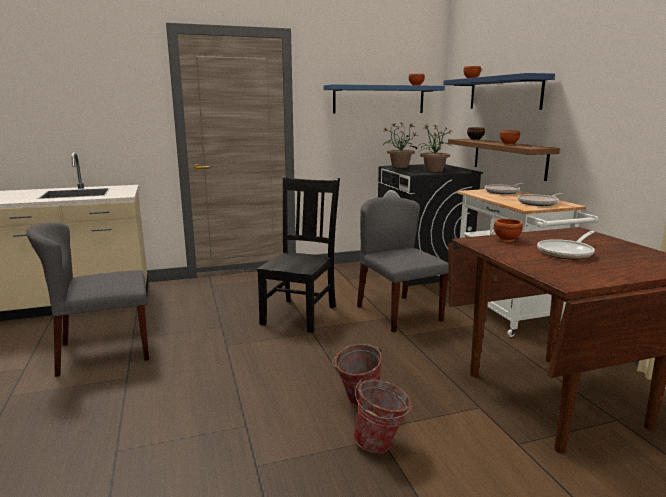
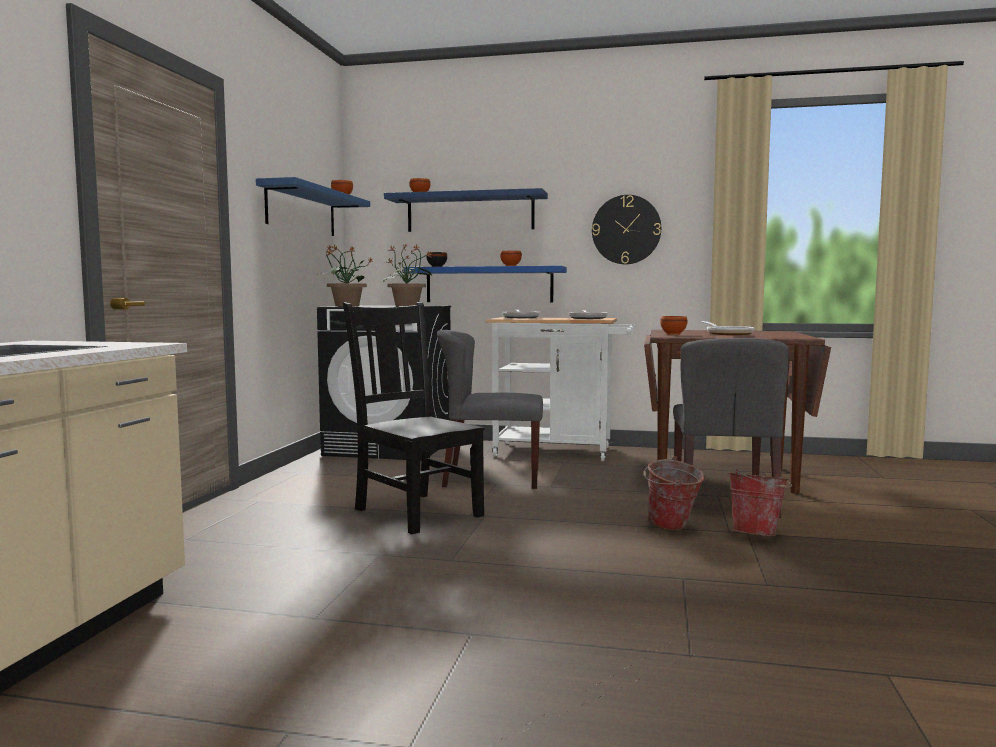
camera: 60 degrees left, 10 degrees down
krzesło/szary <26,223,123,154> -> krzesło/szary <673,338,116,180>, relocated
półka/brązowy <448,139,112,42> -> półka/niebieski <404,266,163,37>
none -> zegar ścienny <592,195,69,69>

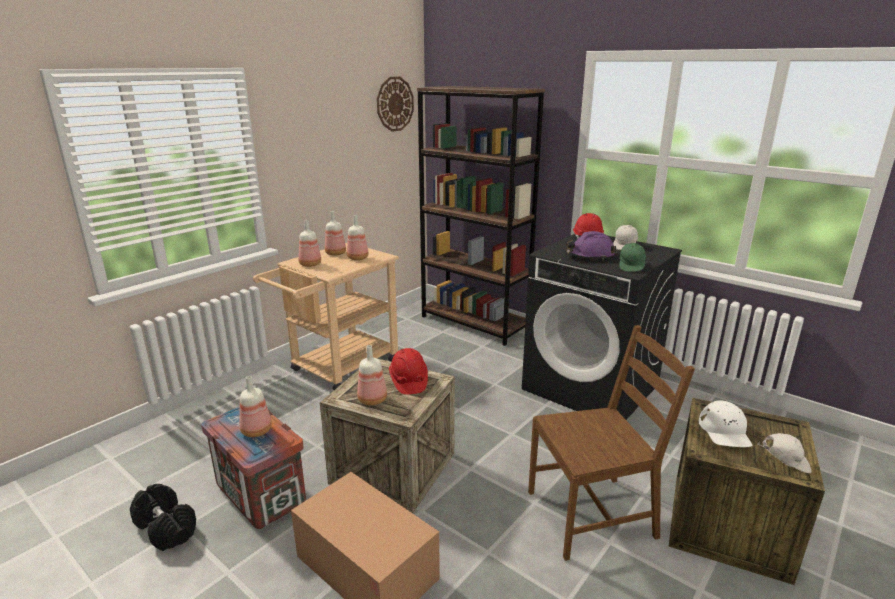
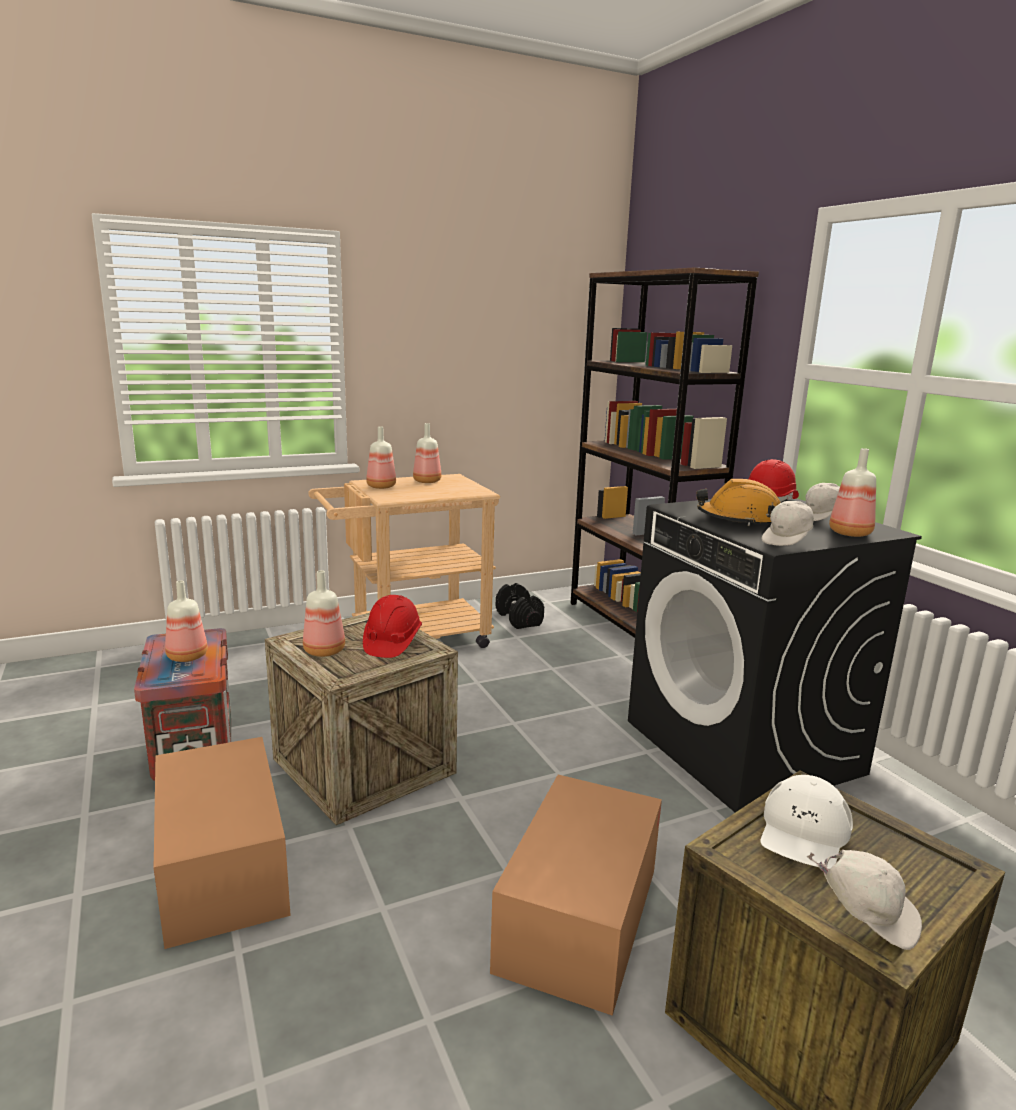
camera: 25 degrees right, 5 degrees down
hantel/czarny <130,484,66,67> -> hantel/czarny <496,583,48,46>, relocated
butelka <347,215,22,45> -> butelka <829,448,47,89>, relocated
zegar ścienny <377,77,37,55> -> none
krzesło/brązowy <528,325,167,236> -> karton <490,775,172,241>
kask/fioletowy <566,231,50,29> -> kask/pomarańczowy <696,479,85,47>
czapka z daszkiem/zielony <619,242,27,30> -> czapka z daszkiem/biały <762,501,52,45>

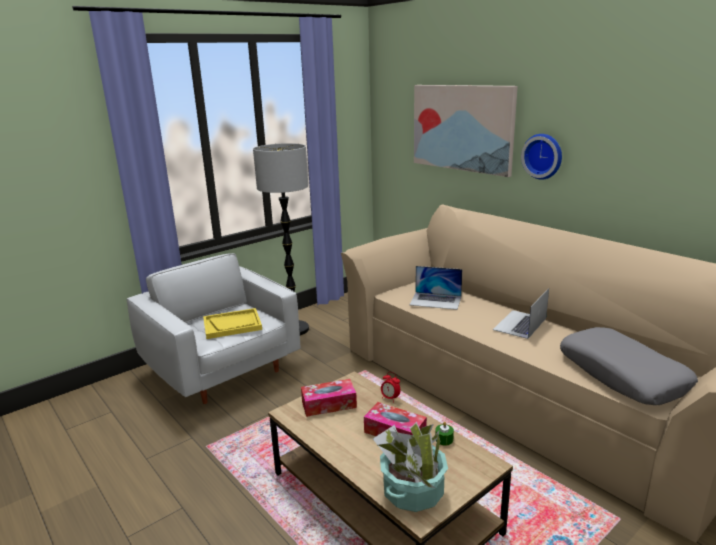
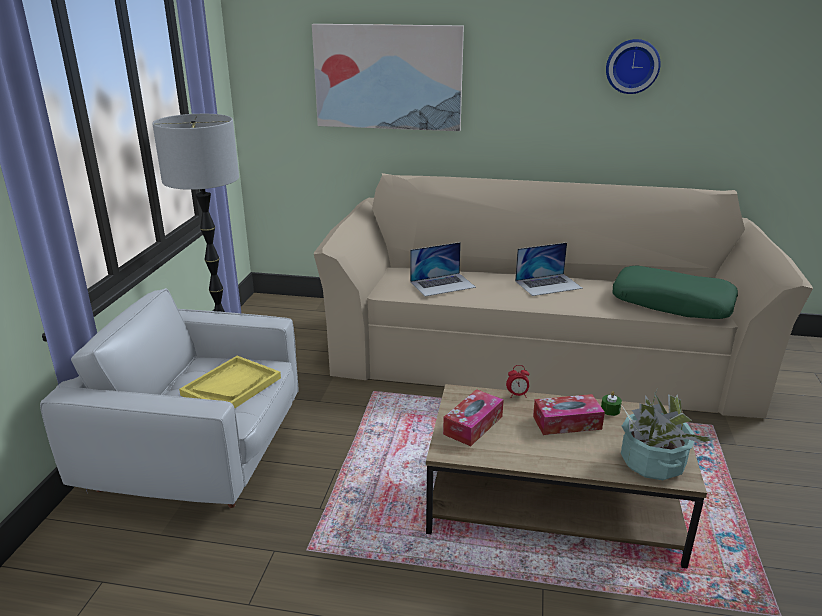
camera: 40 degrees left, 5 degrees up
laptop <493,288,56,51> -> laptop <515,242,68,54>, 105 degrees counterclockwise
zegar ścienny <521,134,41,46> -> zegar ścienny <606,39,55,55>, relocated
poduszka/szary <560,327,138,78> -> poduszka/zielony <612,266,126,53>

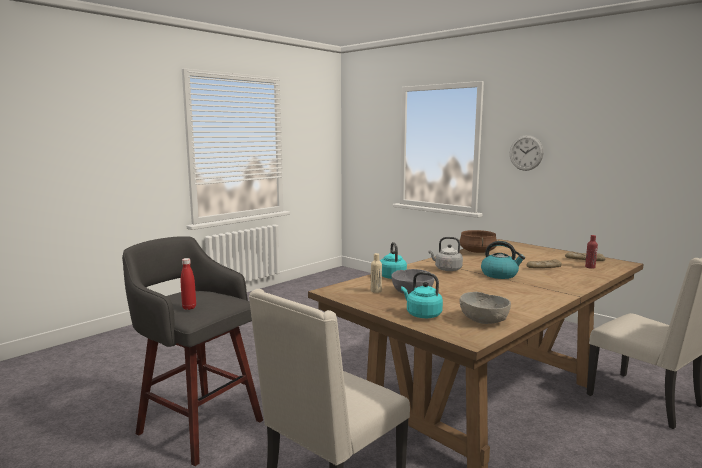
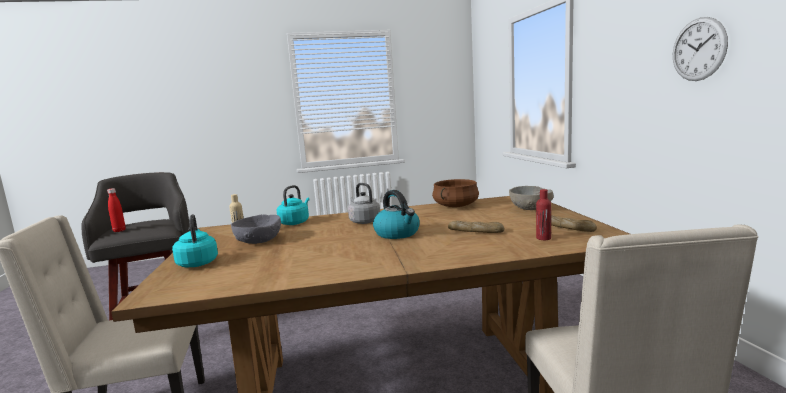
camera: 35 degrees right, 0 degrees up
miska/szary <460,292,51,32> -> miska/szary <509,186,44,24>, relocated
zegar ścienny <510,135,34,36> -> zegar ścienny <673,17,55,64>, relocated

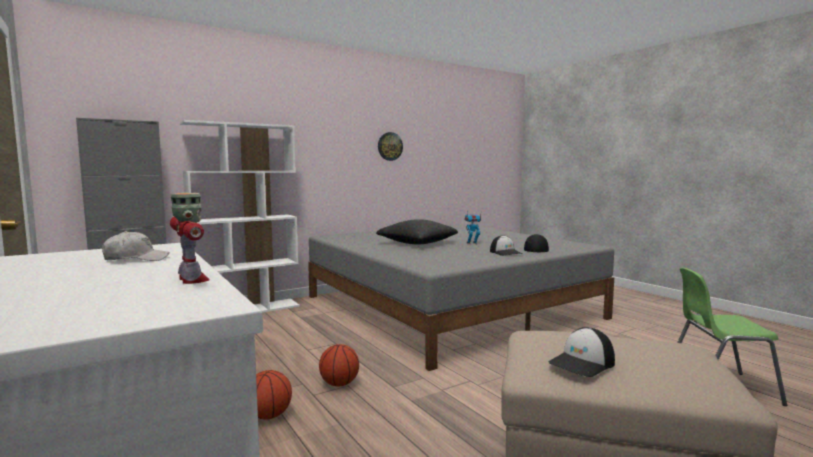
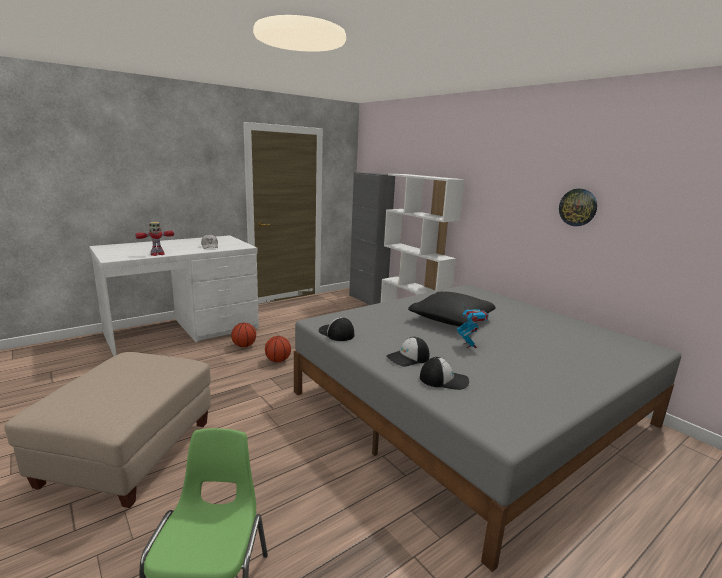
camera: 85 degrees right, 10 degrees up
czapka z daszkiem <548,327,67,50> -> czapka z daszkiem <318,317,36,24>, relocated

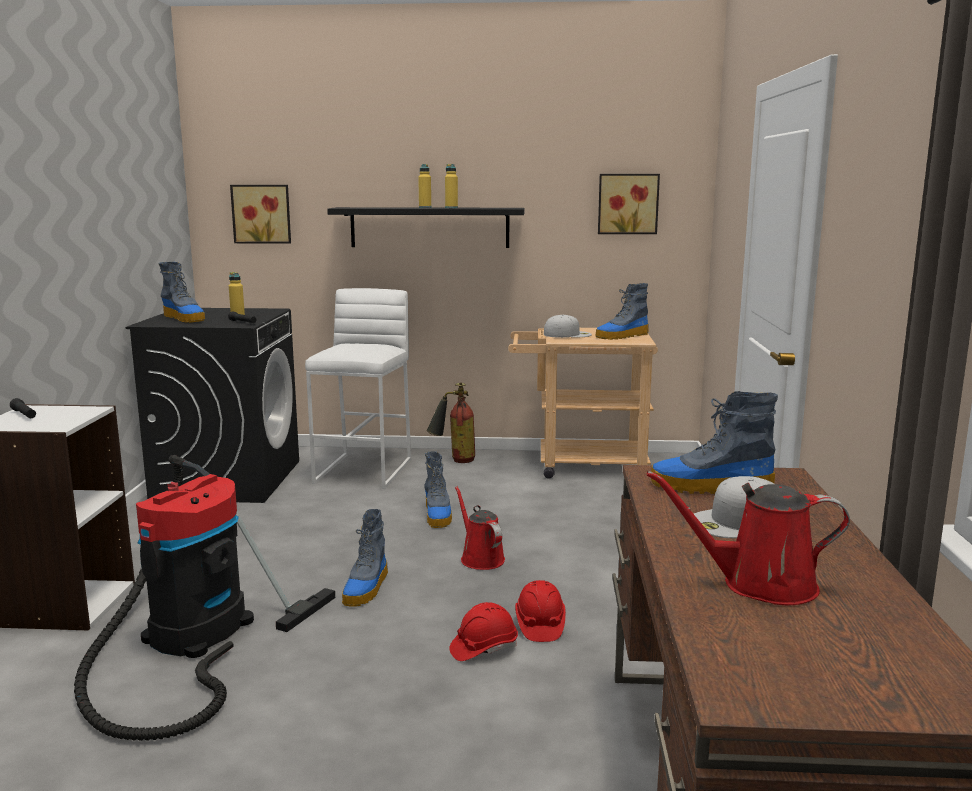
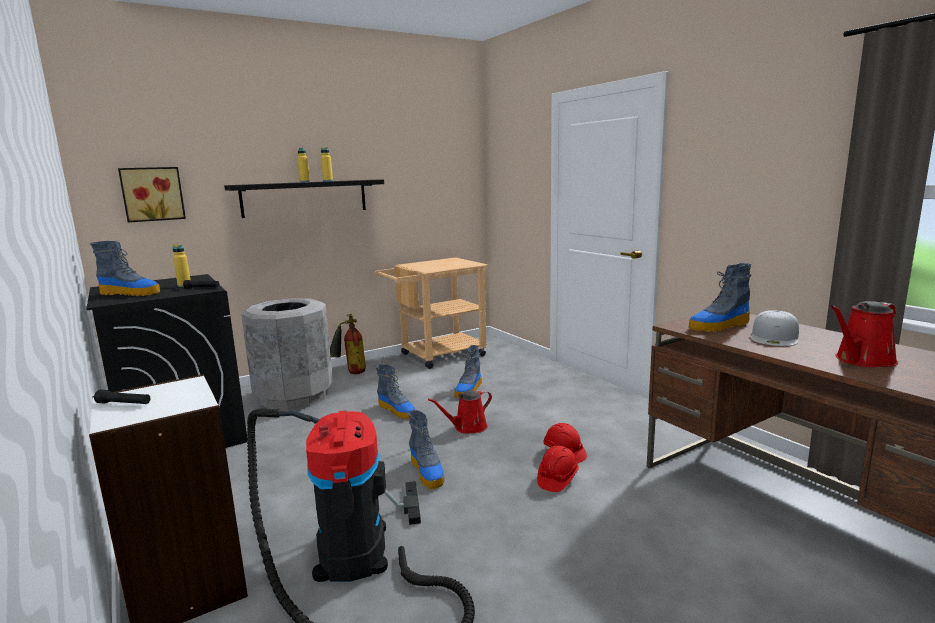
camera: 35 degrees left, 0 degrees up
stołek/biały <305,288,106,201> -> kosz na śmieci/szary <241,298,92,112>
konewka/czerwony <455,486,50,84> -> konewka/czerwony <428,390,64,44>, 60 degrees counterclockwise
czapka z daszkiem/biały <544,315,48,23> -> none
but z cholewką <596,283,52,57> -> but z cholewką <454,345,28,53>, relocated
obraz <598,174,62,60> -> none

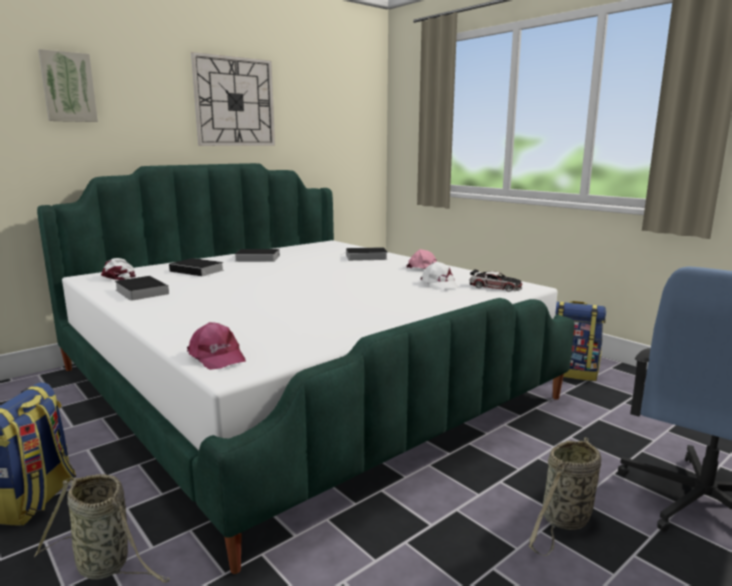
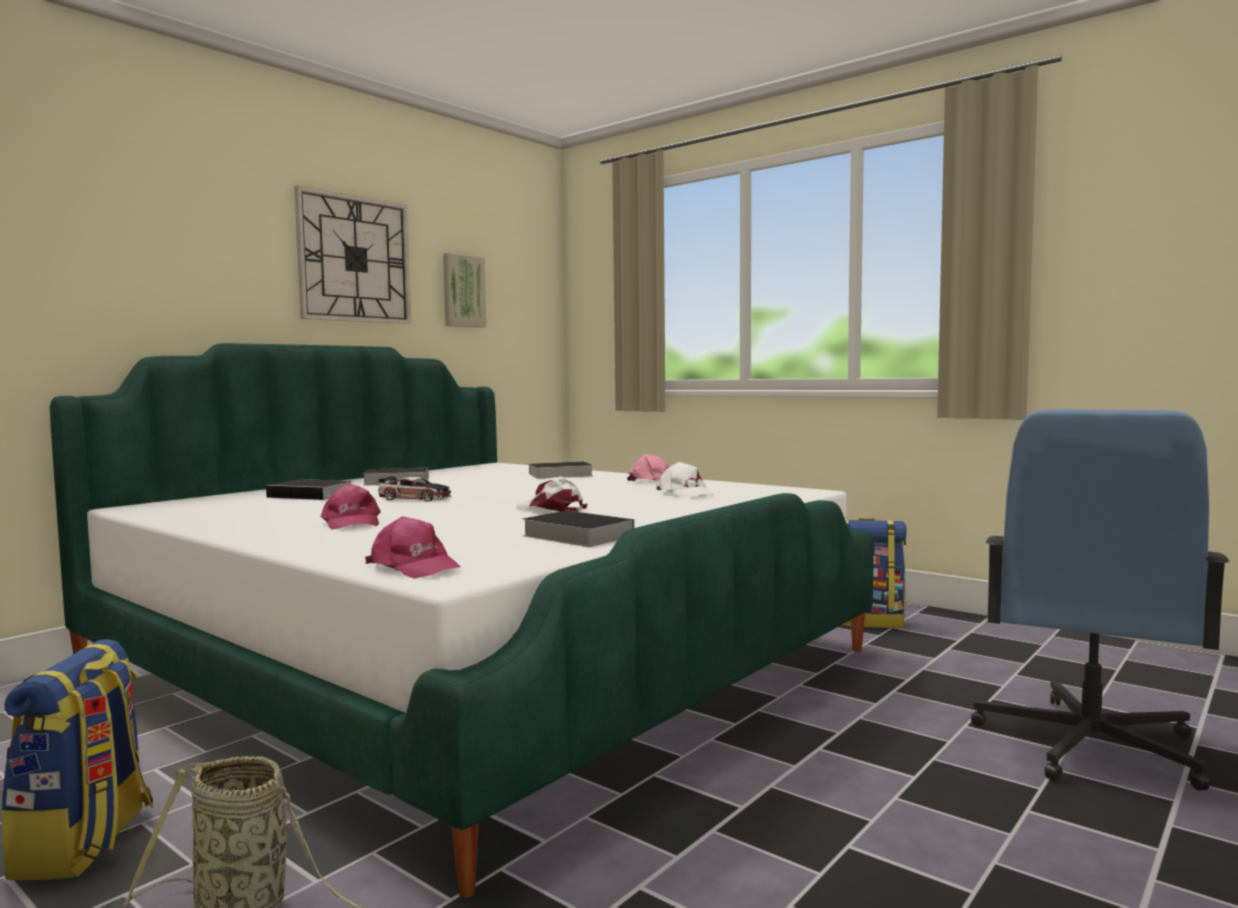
camera: 10 degrees left, 10 degrees down
obraz <38,49,60,73> -> obraz <443,253,43,75>, relocated
czapka z daszkiem/biały <101,258,35,22> -> czapka z daszkiem/biały <516,476,72,36>, relocated
książka <114,276,55,25> -> książka <523,510,111,37>, relocated
samochodzik <469,269,53,23> -> samochodzik <378,476,74,26>, relocated
koszyk <529,437,72,119> -> none
none -> czapka z daszkiem/różowy <321,484,60,45>

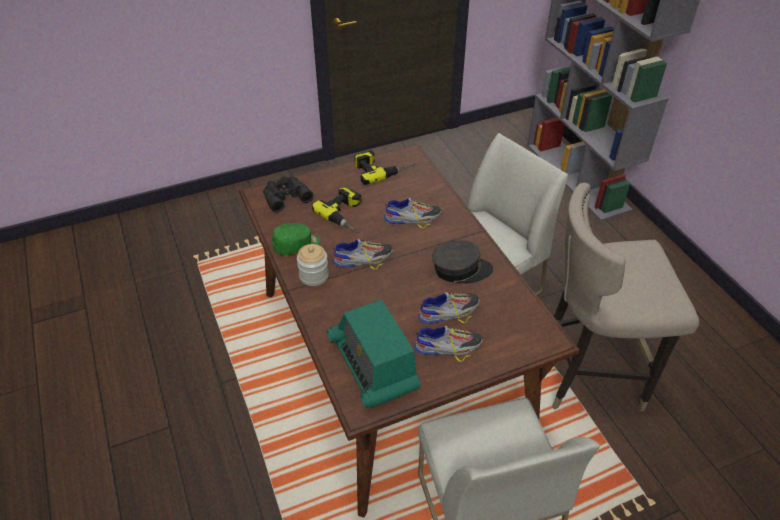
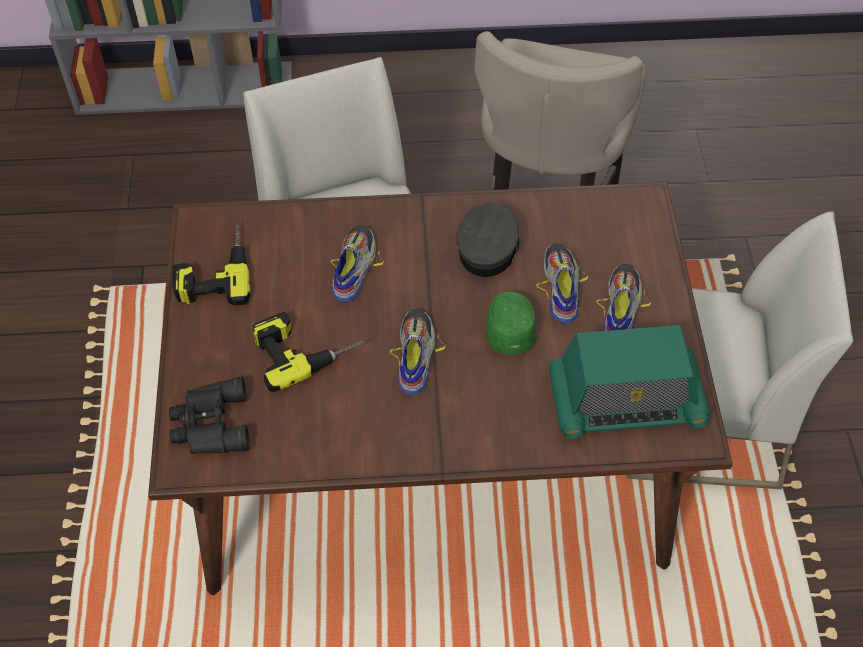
camera: 70 degrees left, 10 degrees up
czapka z daszkiem/zielony <272,223,48,32> -> czapka z daszkiem/zielony <487,292,49,63>, relocated
słoik <297,244,32,42> -> none

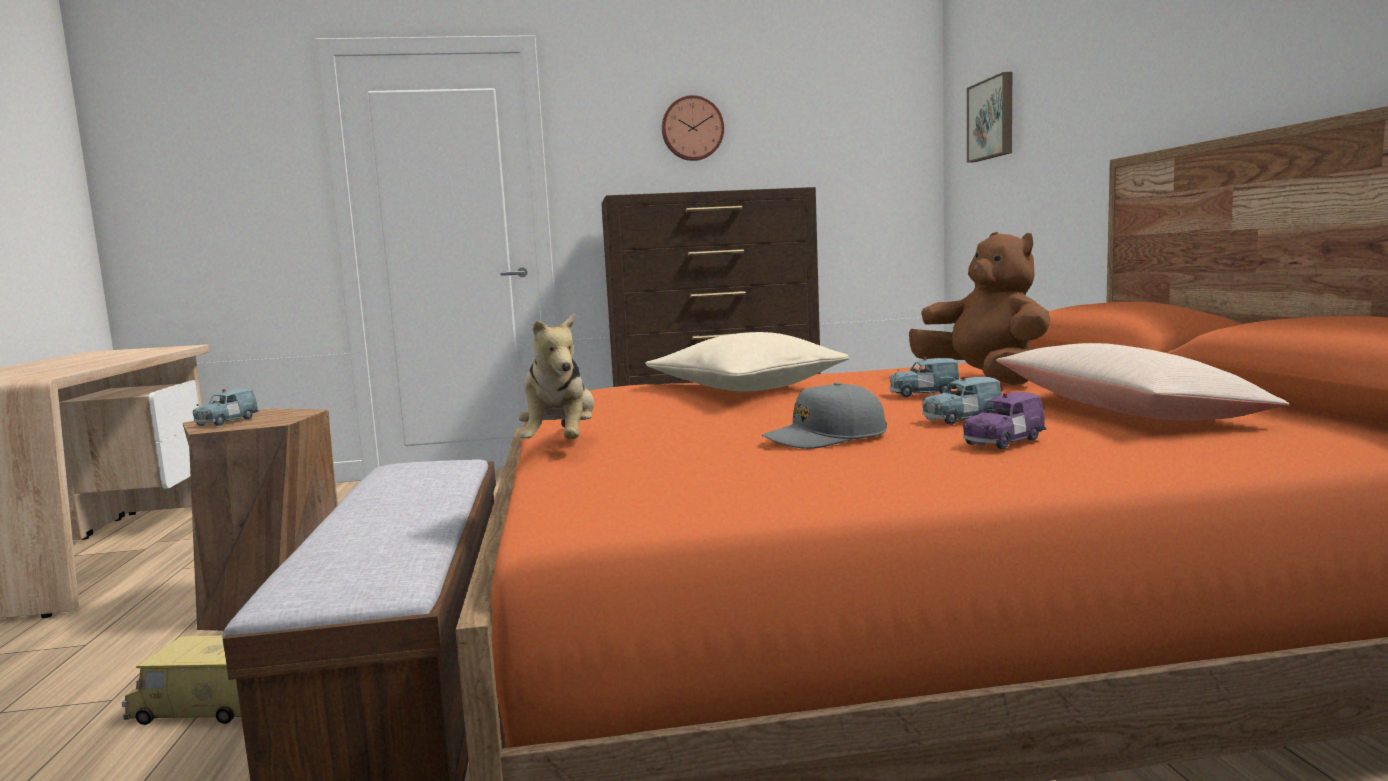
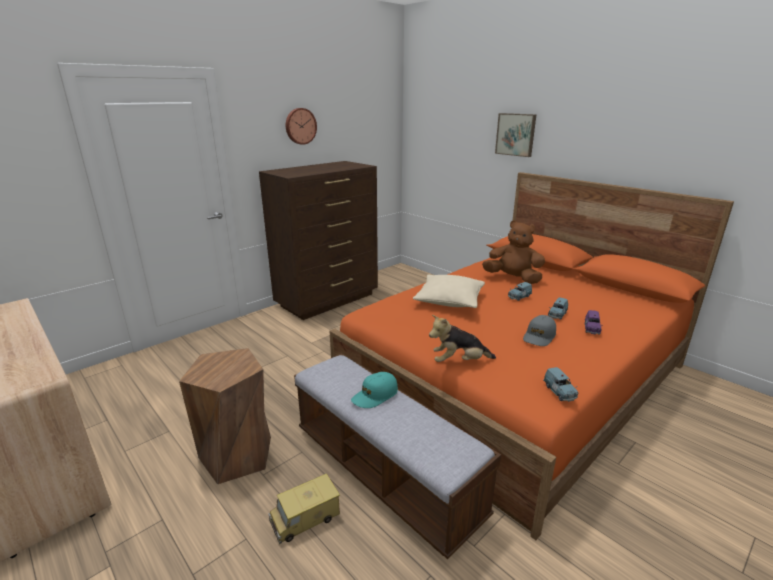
camera: 35 degrees left, 15 degrees up
samochodzik/niebieski <193,388,66,38> -> samochodzik/niebieski <543,367,35,35>, relocated
pluszak <518,313,76,126> -> pluszak <429,315,67,47>, 120 degrees clockwise
obraz <967,72,45,91> -> obraz <495,113,41,44>, relocated
poduszka/beżowy <996,343,293,77> -> none
none -> czapka z daszkiem/turkusowy <351,372,47,36>

